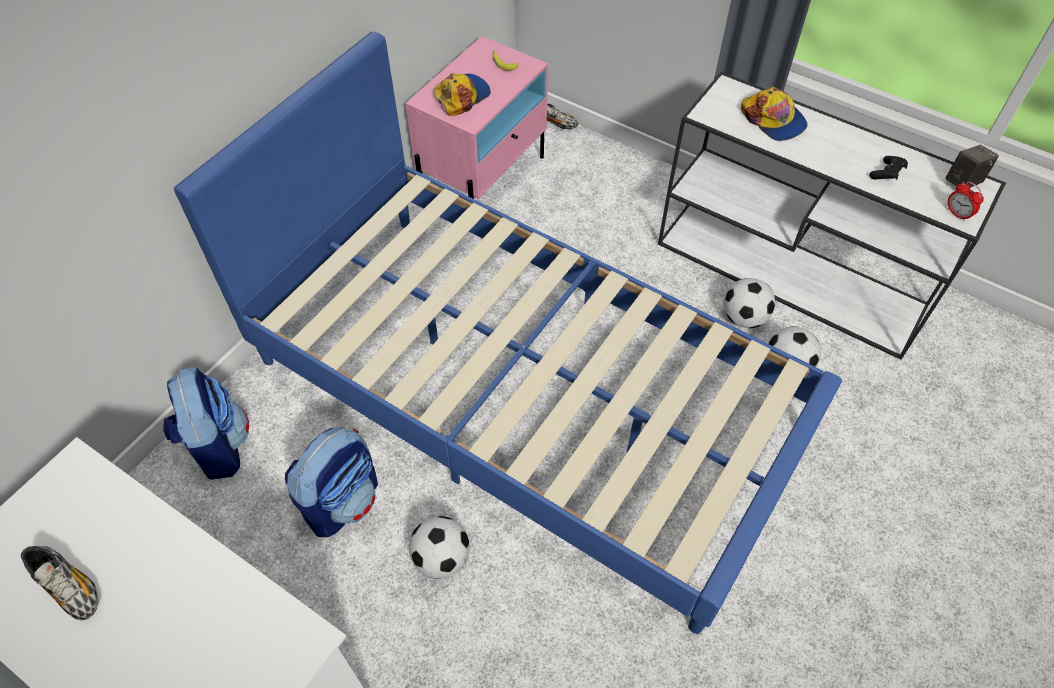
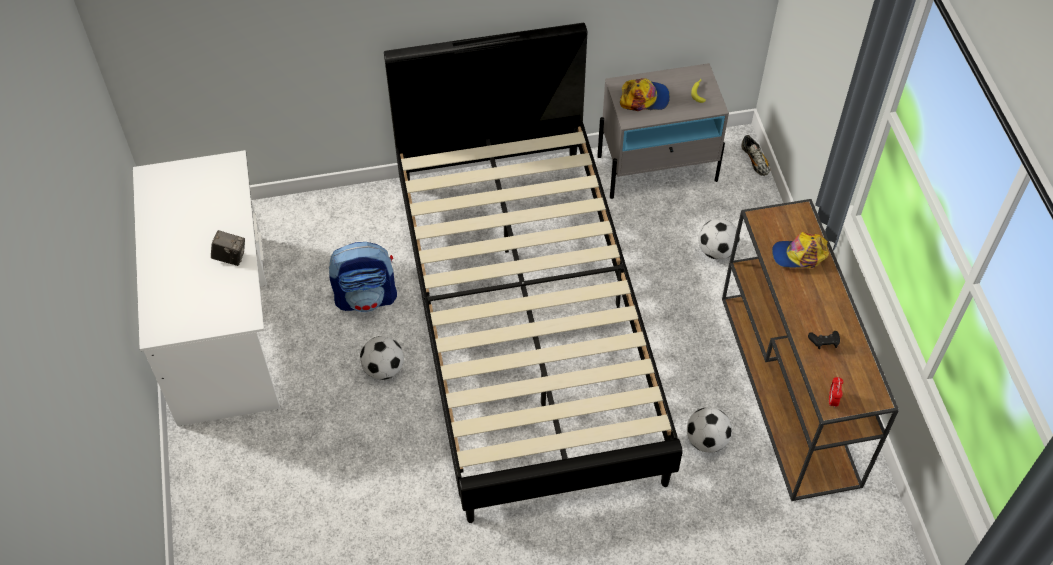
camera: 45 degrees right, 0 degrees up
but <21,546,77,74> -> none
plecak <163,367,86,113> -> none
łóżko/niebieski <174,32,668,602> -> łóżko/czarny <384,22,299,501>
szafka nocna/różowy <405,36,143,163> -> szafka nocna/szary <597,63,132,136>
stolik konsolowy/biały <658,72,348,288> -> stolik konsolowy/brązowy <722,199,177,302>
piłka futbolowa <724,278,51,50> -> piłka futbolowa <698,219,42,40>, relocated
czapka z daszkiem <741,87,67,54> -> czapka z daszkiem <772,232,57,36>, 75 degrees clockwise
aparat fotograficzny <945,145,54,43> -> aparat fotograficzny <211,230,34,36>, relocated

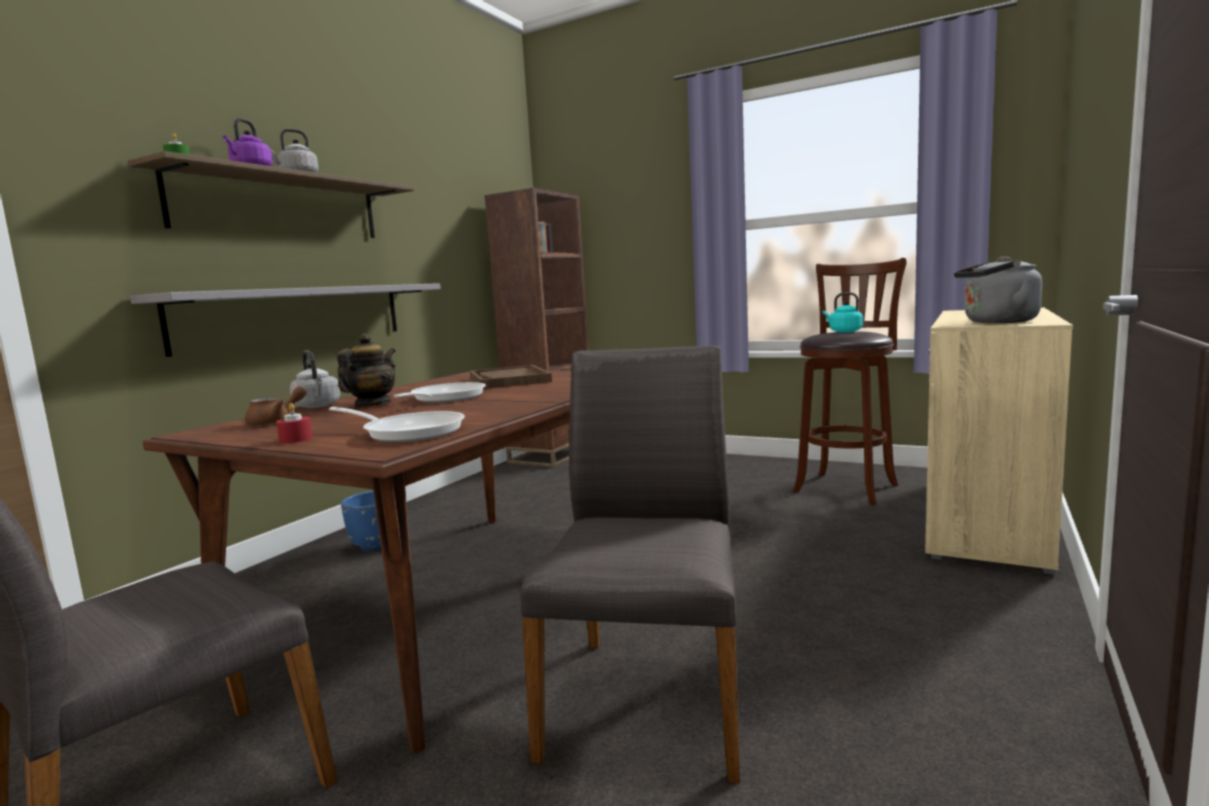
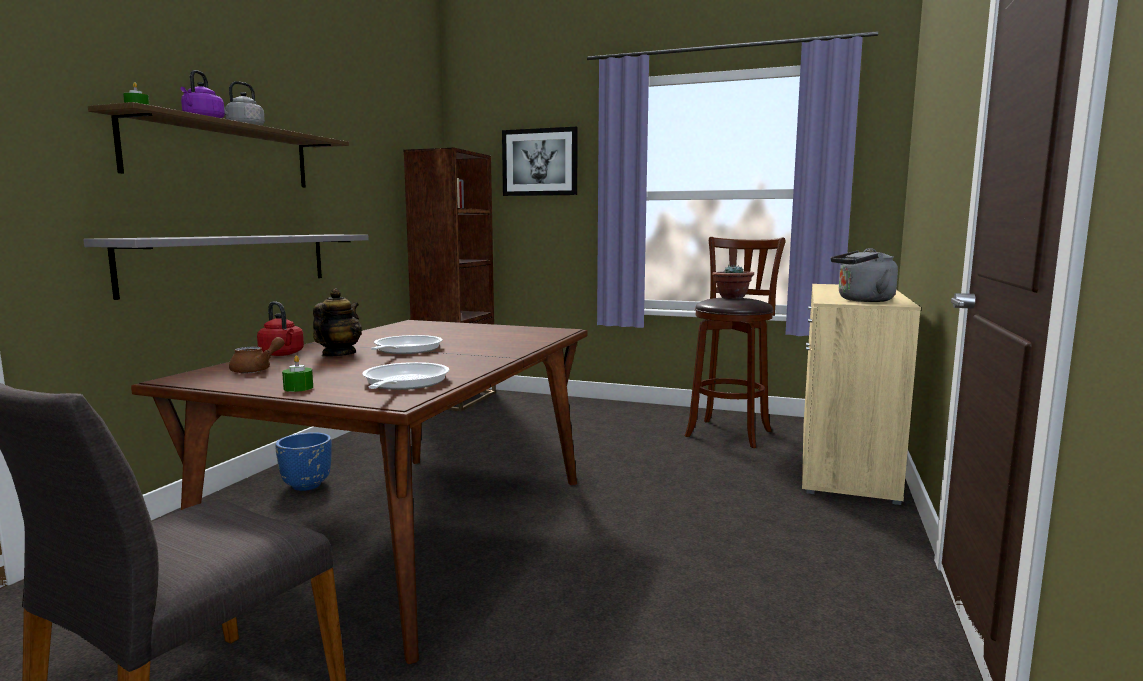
camera: 10 degrees left, 0 degrees up
świeca/czerwony <276,403,37,40> -> świeca/zielony <282,355,31,37>
czajnik/szary <290,350,50,58> -> czajnik/czerwony <257,301,47,55>
patelnia <329,407,136,35> -> patelnia <362,362,87,28>, 105 degrees counterclockwise
taca/brązowy <470,365,82,24> -> none
krzesło/szary <520,345,220,439> -> none
czajnik/turkusowy <823,292,40,41> -> roślina doniczkowa <712,265,42,34>
none -> obraz <502,127,75,69>

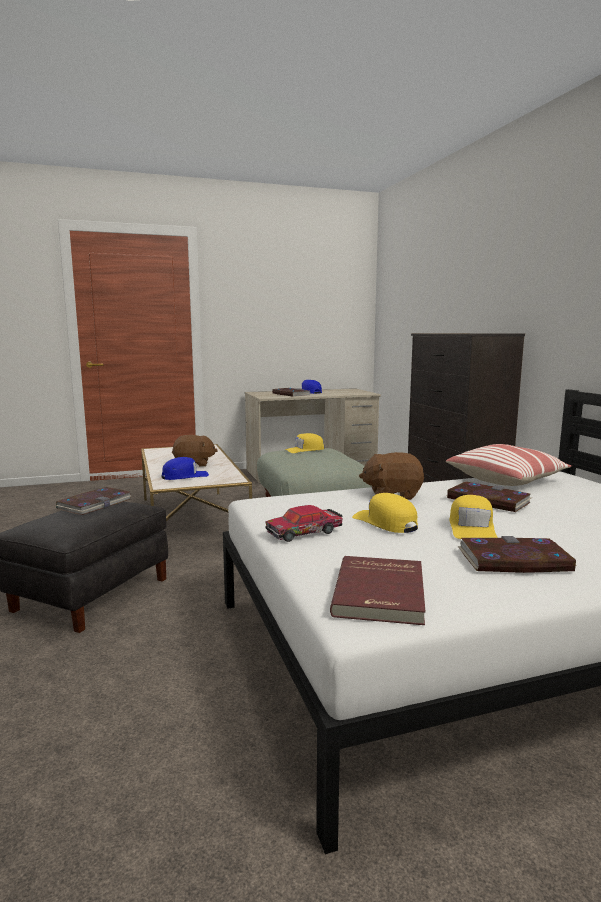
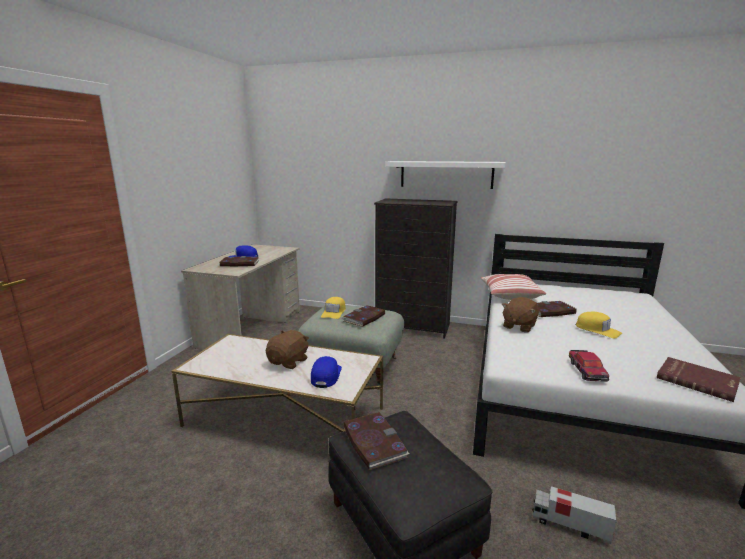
camera: 55 degrees left, 5 degrees up
czapka z daszkiem/żółty <352,493,66,40> -> none
książka <458,536,119,37> -> książka <343,305,42,22>, relocated
none -> półka/biały <385,161,120,28>
none -> ciężarówka zabawkowa <532,486,85,58>

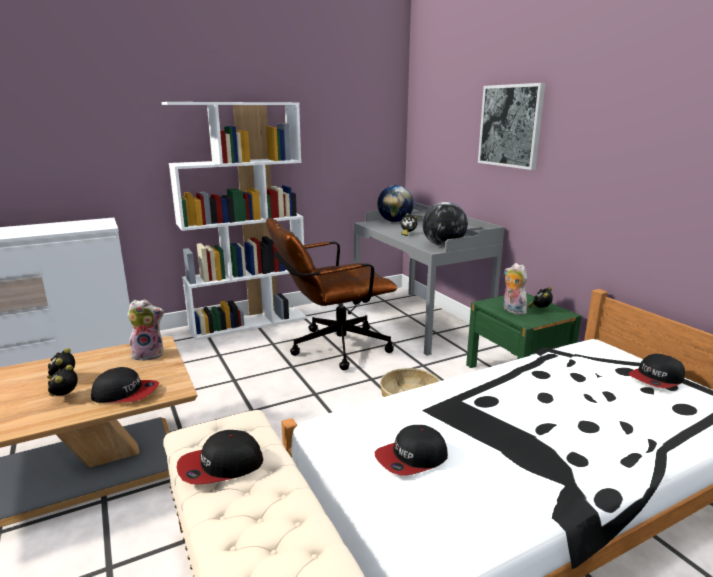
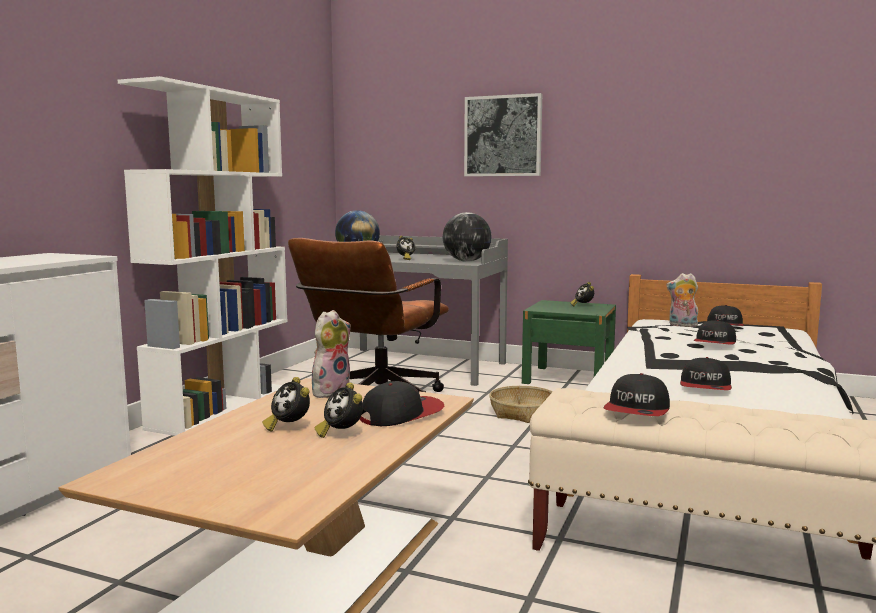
camera: 40 degrees left, 10 degrees down
pluszak <504,263,23,52> -> pluszak <666,273,33,54>, relocated
none -> czapka z daszkiem <694,320,42,25>

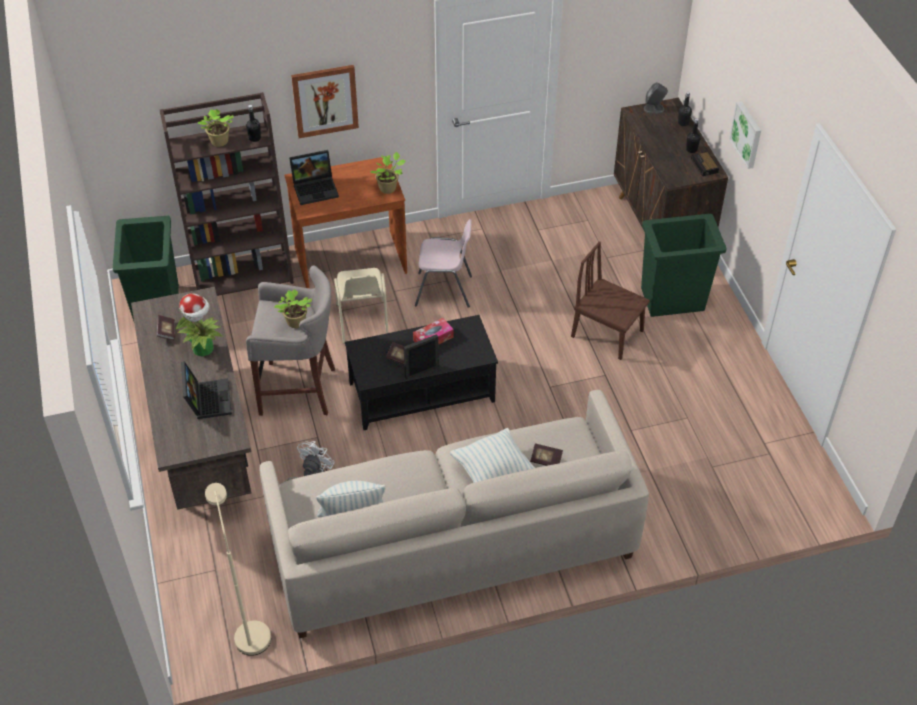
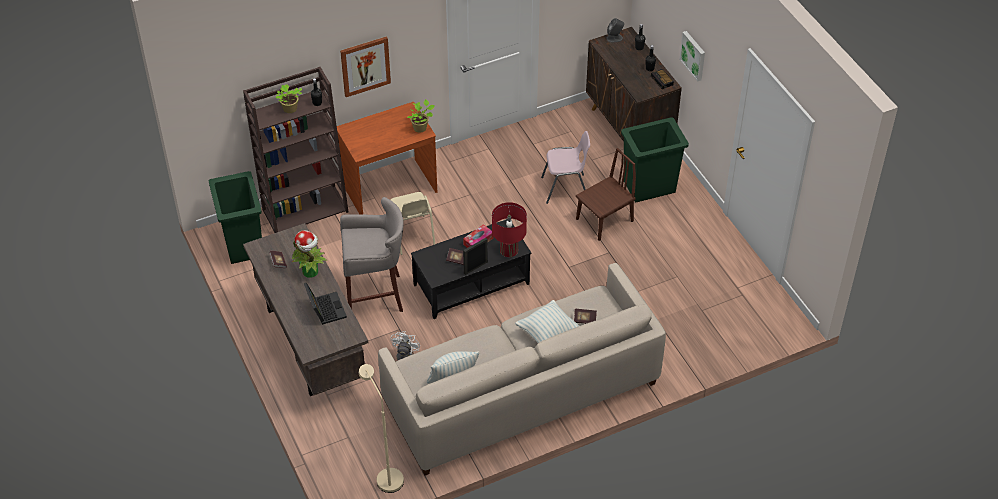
camera: 10 degrees left, 0 degrees up
roślina doniczkowa <274,289,38,39> -> none
laptop <289,150,50,55> -> none
krzesło/różowy <415,219,57,89> -> krzesło/różowy <541,131,49,73>, relocated
krzesło/brązowy <571,241,79,119> -> krzesło/brązowy <576,148,60,93>, 120 degrees clockwise
none -> lampa stołowa/czerwony <492,202,35,55>

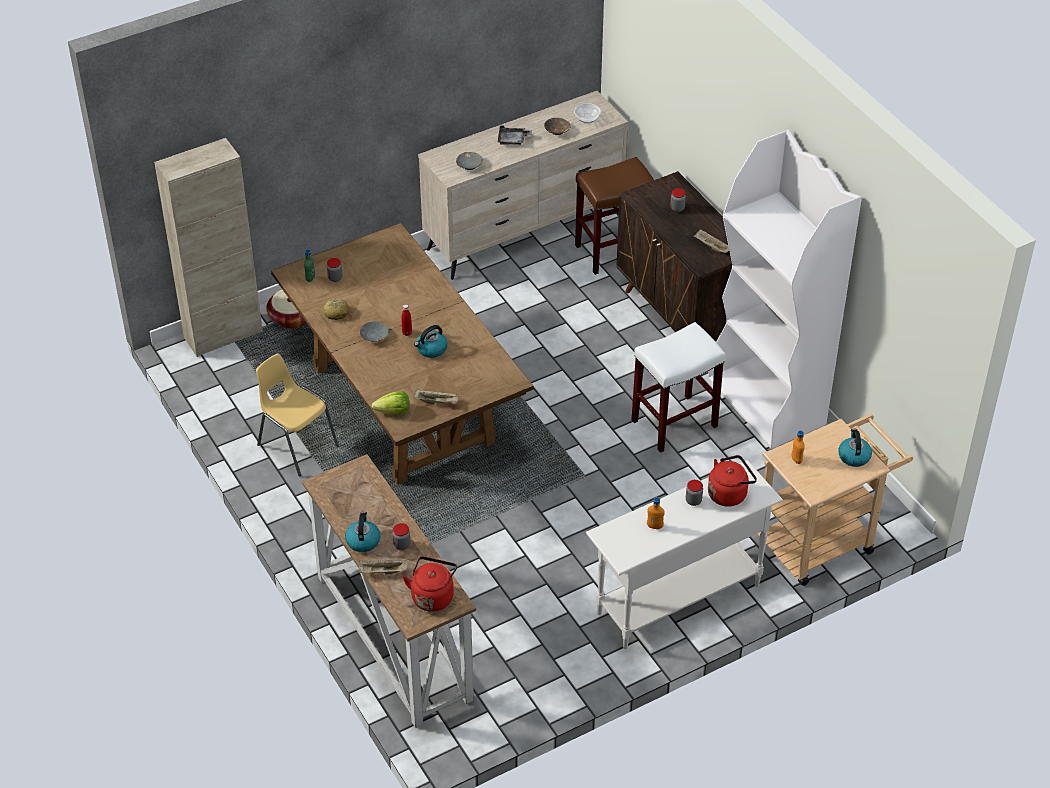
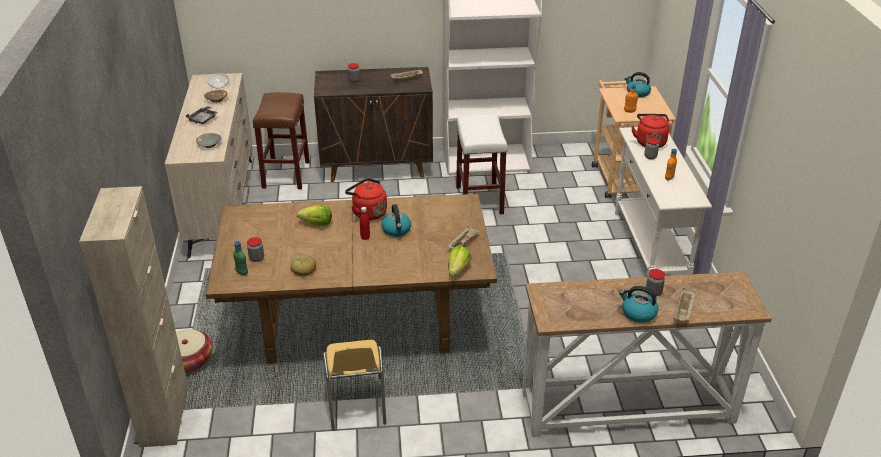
camera: 65 degrees left, 10 degrees down
krzesło/żółty <256,353,83,124> -> krzesło/żółty <323,340,63,91>, 75 degrees counterclockwise
miska/szary <360,321,29,21> -> none
czajnik/czerwony <402,556,55,56> -> czajnik/czerwony <345,178,42,42>, relocated
none -> sałata <297,205,35,21>

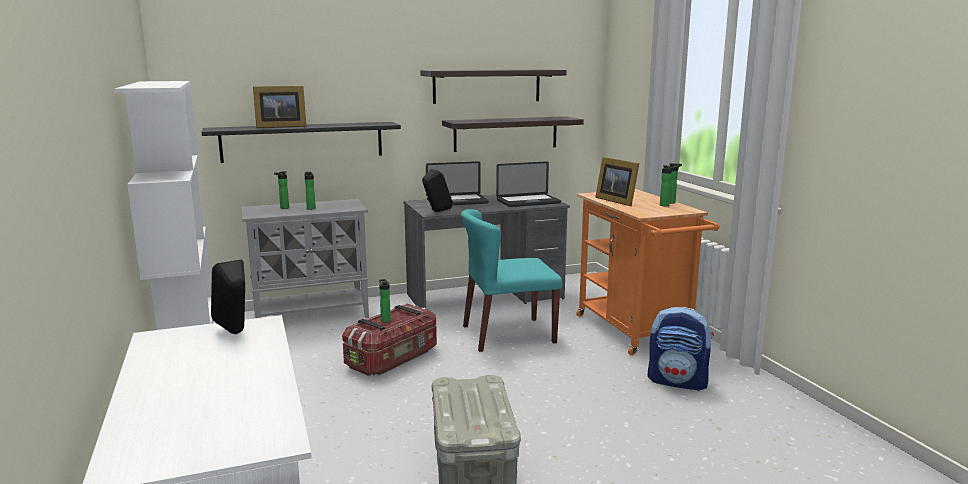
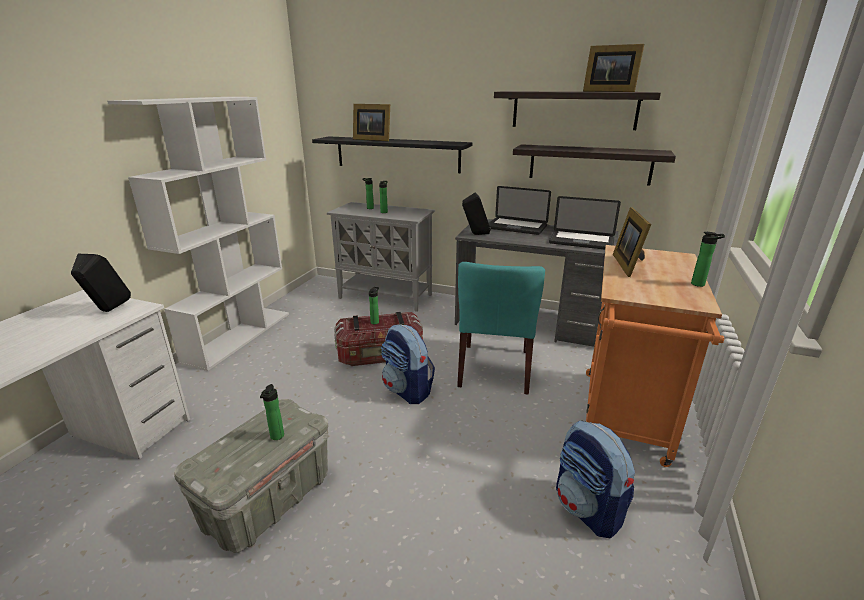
camera: 40 degrees right, 10 degrees up
krzesło/turkusowy <461,209,101,143> -> krzesło/turkusowy <457,262,88,133>, 105 degrees counterclockwise
butelka <660,165,16,42> -> butelka <260,384,24,56>, relocated
none -> plecak <381,324,54,80>
none -> ramka na zdjęcie <583,44,61,48>

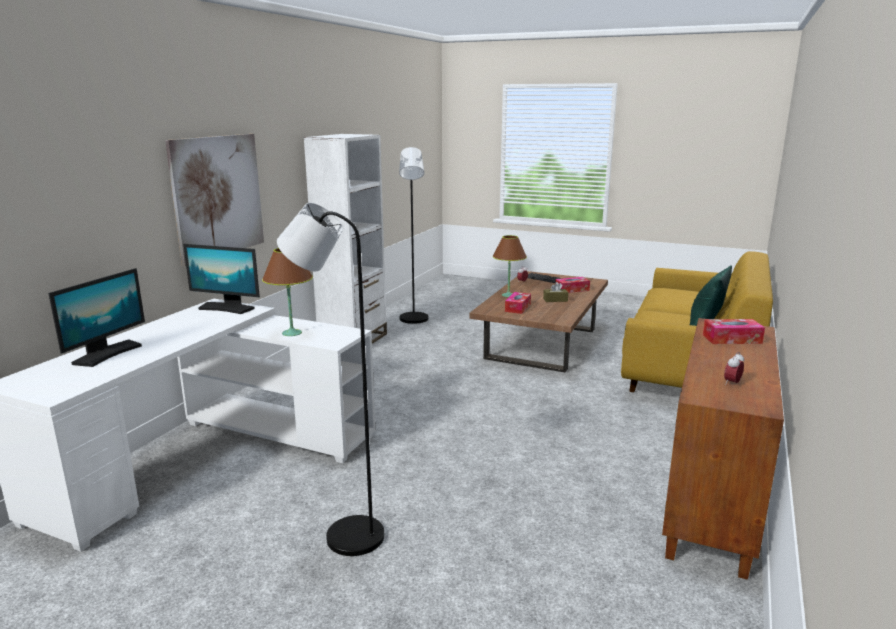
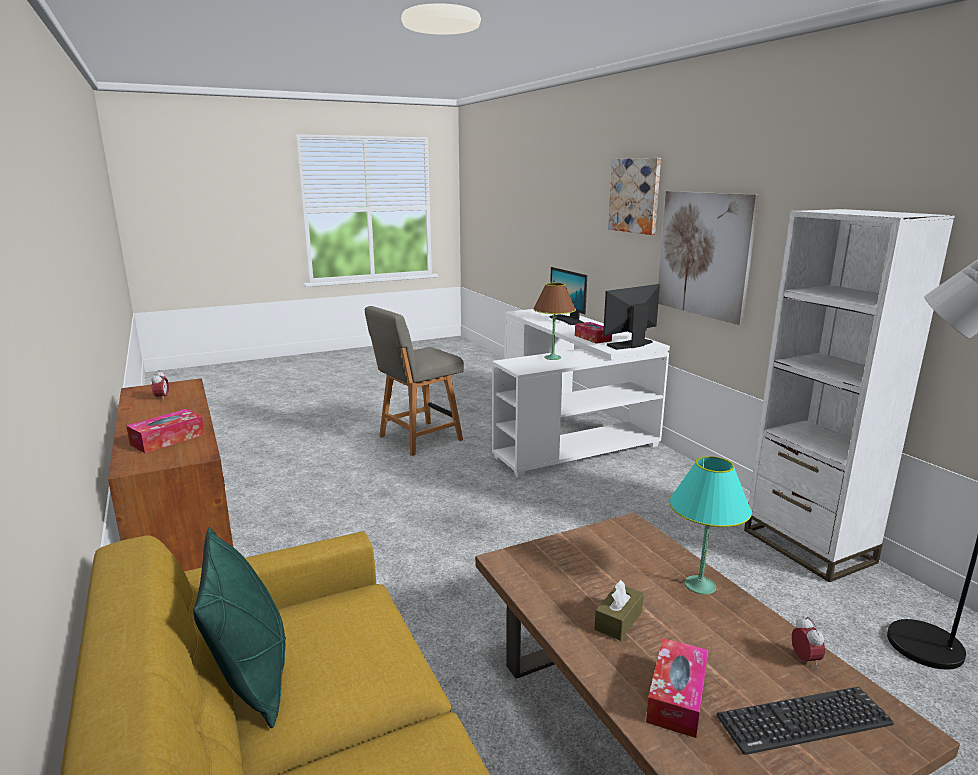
camera: 130 degrees right, 0 degrees up
lampa stojąca/czarny <277,203,107,353> -> krzesło/szary <365,306,99,150>
lampa stołowa/brązowy <493,235,34,62> -> lampa stołowa/turkusowy <669,456,83,139>
pudełko chusteczek <505,292,26,22> -> pudełko chusteczek <575,322,37,22>, relocated
none -> obraz <608,158,53,77>

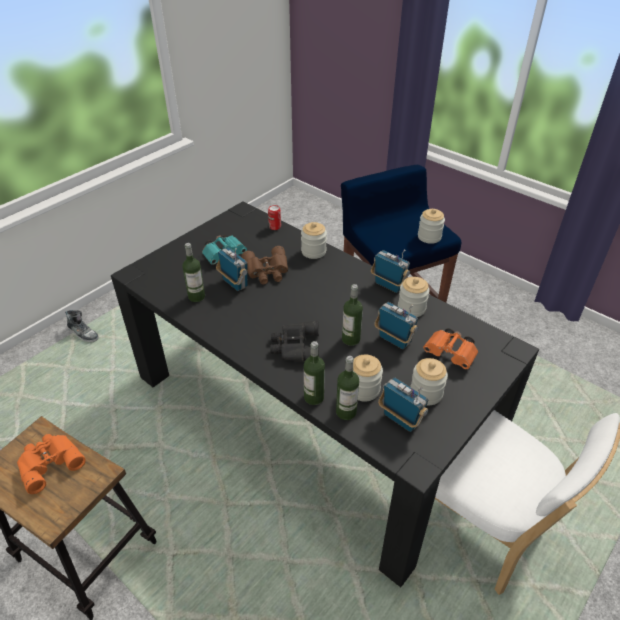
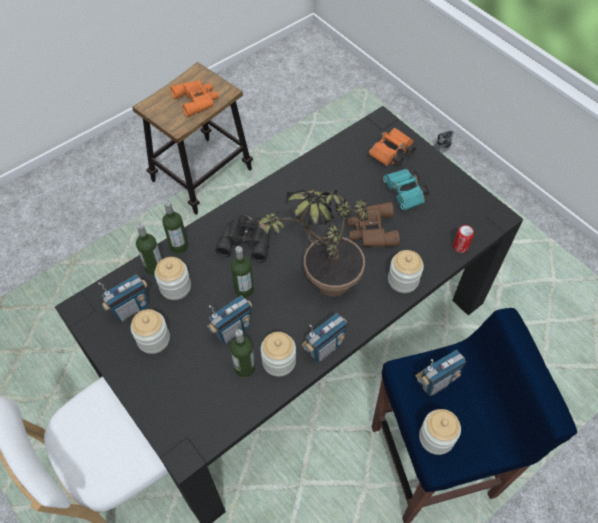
camera: 100 degrees right, 15 degrees up
butelka <182,243,23,59> -> butelka <230,329,25,48>, relocated
radio <216,247,32,44> -> radio <416,350,50,46>, relocated
lornetka/pomarańczowy <423,328,55,41> -> lornetka/pomarańczowy <369,128,47,38>, relocated
none -> roślina doniczkowa <246,189,122,108>

